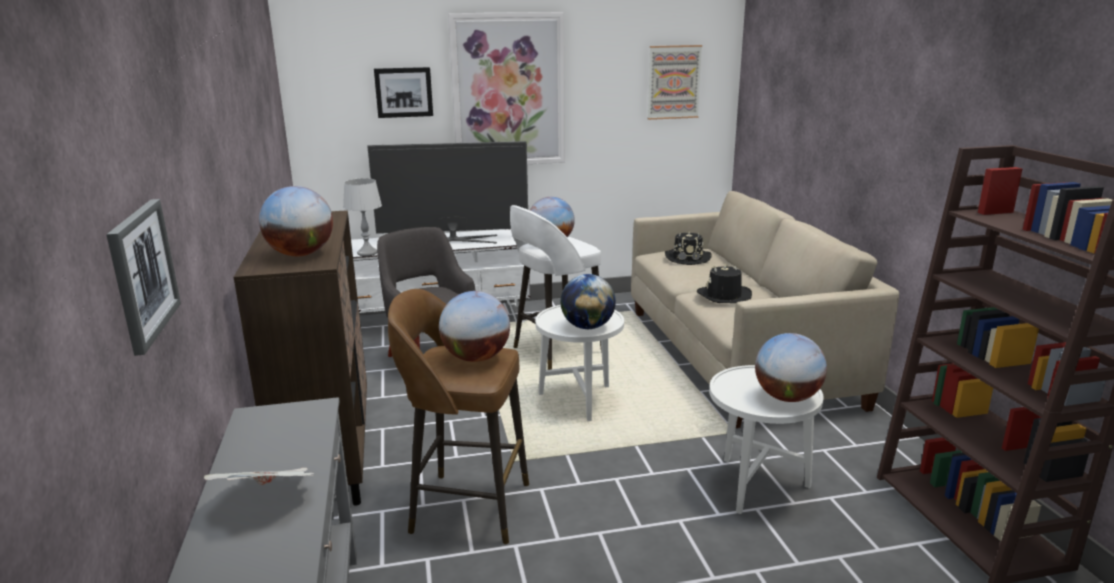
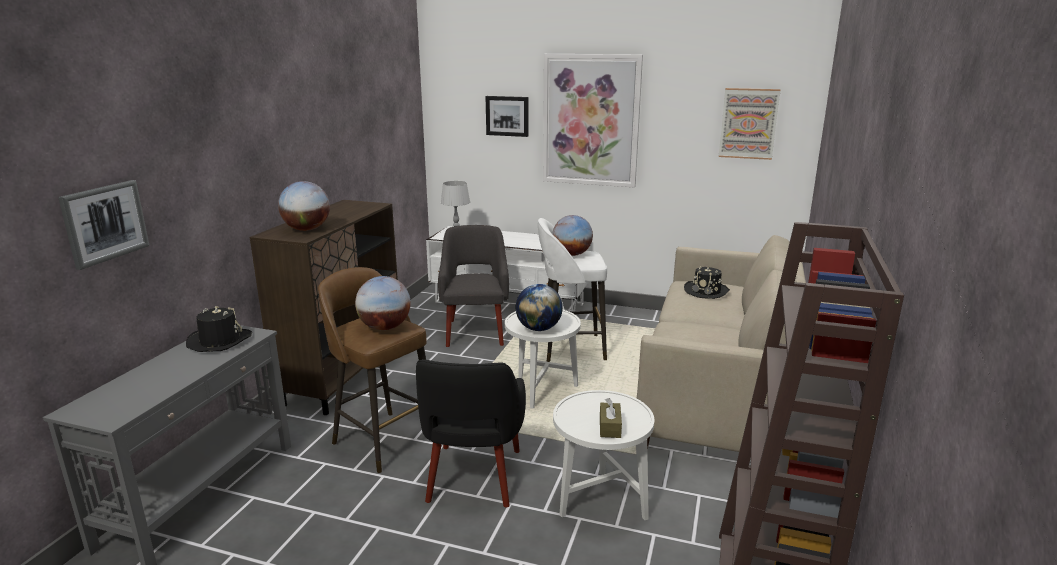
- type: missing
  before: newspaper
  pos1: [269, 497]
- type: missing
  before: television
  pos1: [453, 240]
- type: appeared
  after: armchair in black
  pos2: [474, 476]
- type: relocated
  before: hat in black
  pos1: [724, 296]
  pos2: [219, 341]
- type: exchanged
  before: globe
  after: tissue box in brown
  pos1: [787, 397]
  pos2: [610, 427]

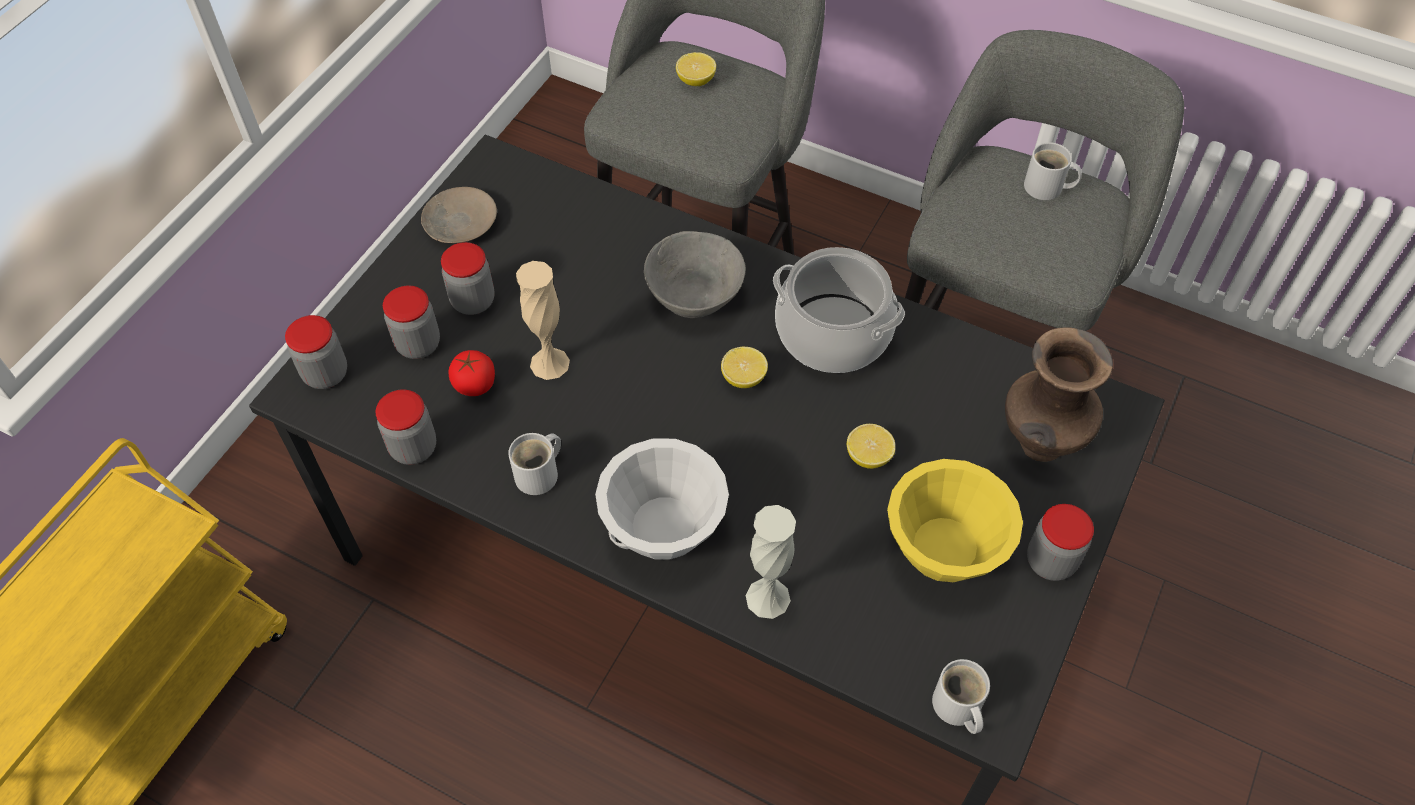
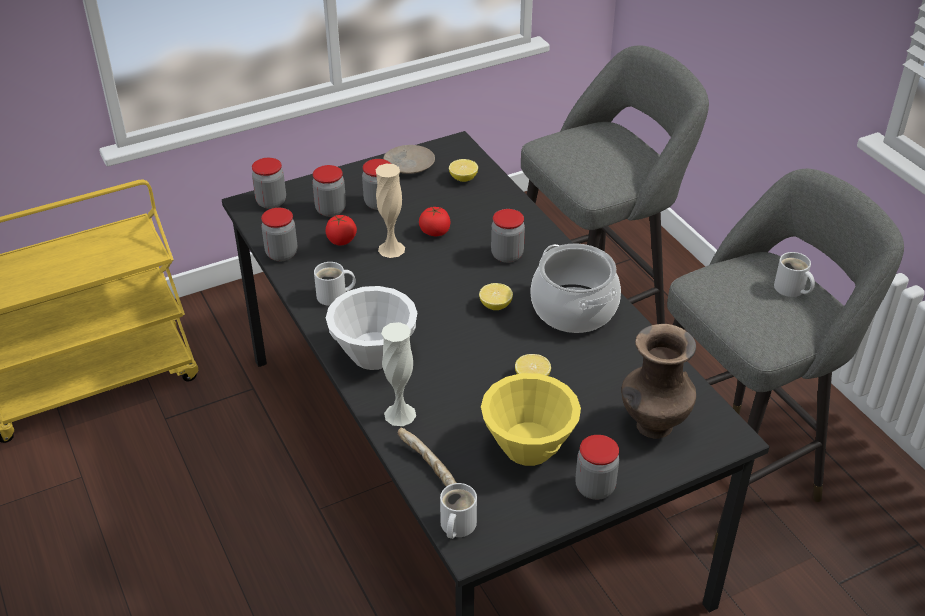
- type: appeared
  after: bread
  pos2: [427, 466]
- type: appeared
  after: tomato
  pos2: [435, 232]
- type: relocated
  before: lemon
  pos1: [696, 80]
  pos2: [463, 178]
- type: exchanged
  before: bowl in grey
  after: jar
  pos1: [695, 297]
  pos2: [507, 255]

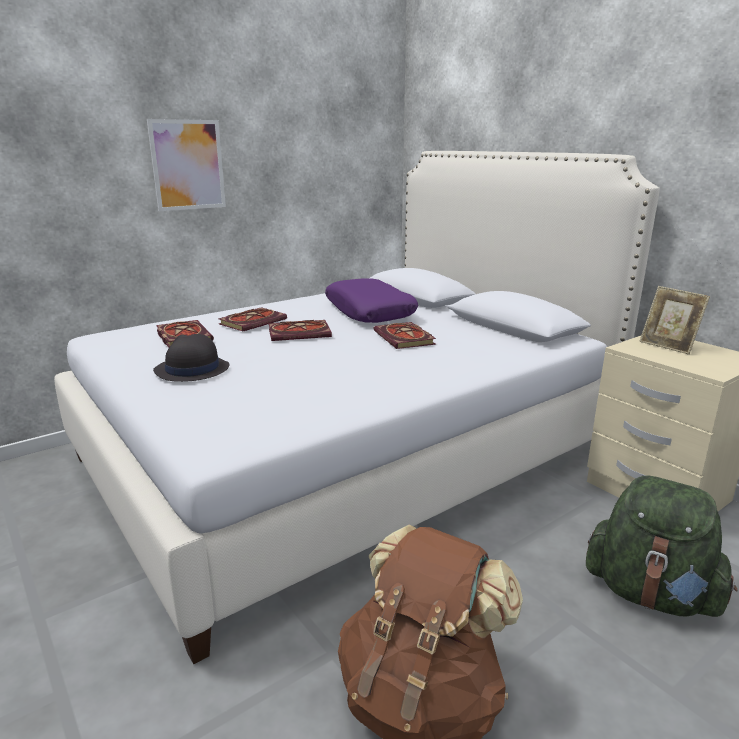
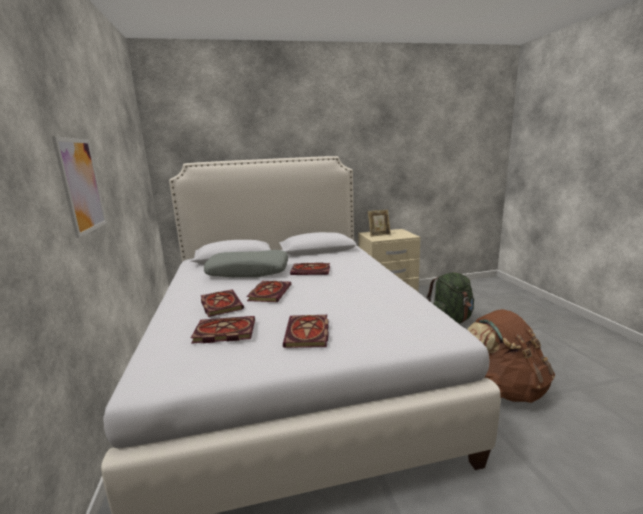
- type: exchanged
  before: hat in black
  after: book
  pos1: [191, 370]
  pos2: [308, 334]
- type: colour
  before: pillow in purple
  after: pillow in grey
  pos1: [370, 312]
  pos2: [248, 272]

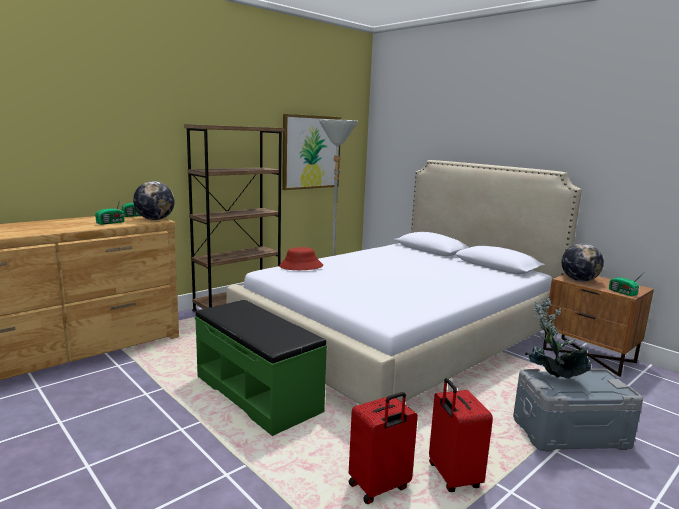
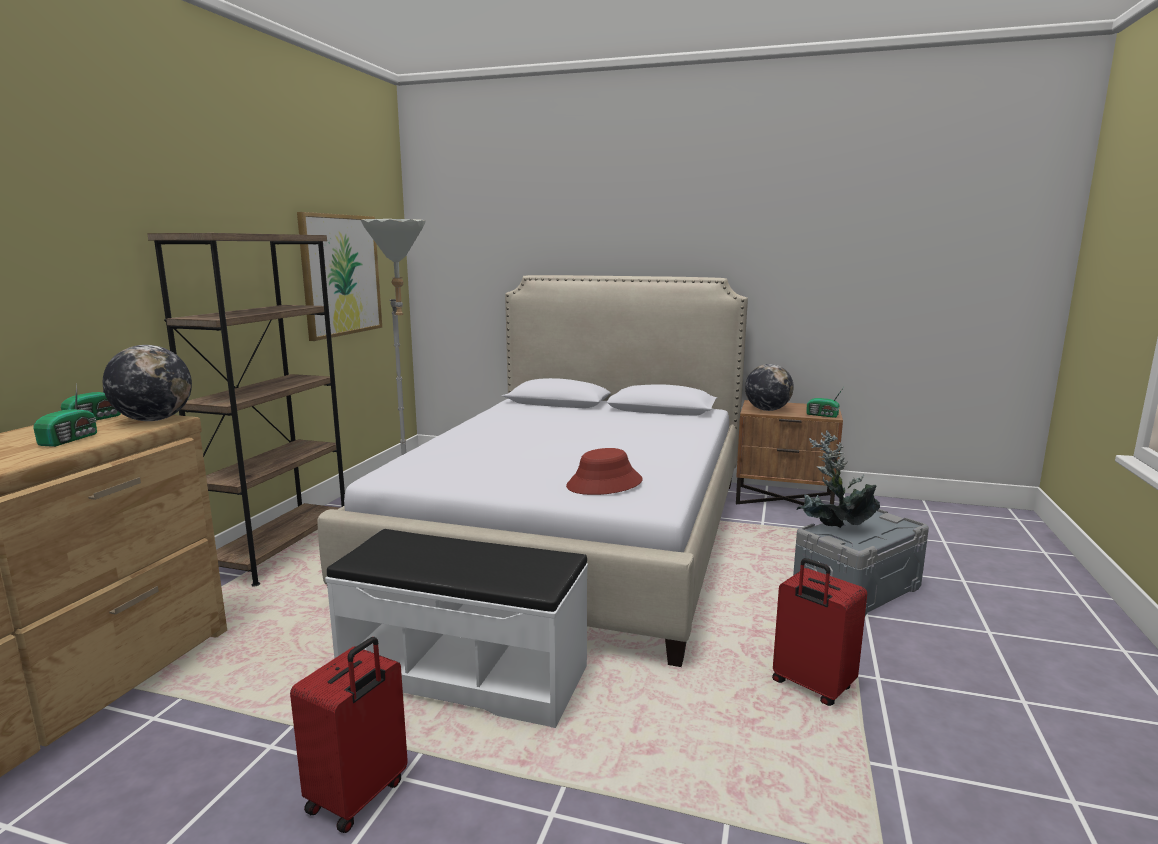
- type: relocated
  before: hat in red
  pos1: [301, 266]
  pos2: [604, 484]
- type: relocated
  before: suitcase in red
  pos1: [379, 487]
  pos2: [358, 797]
- type: colour
  before: bench in green
  after: bench in white
  pos1: [258, 394]
  pos2: [465, 675]

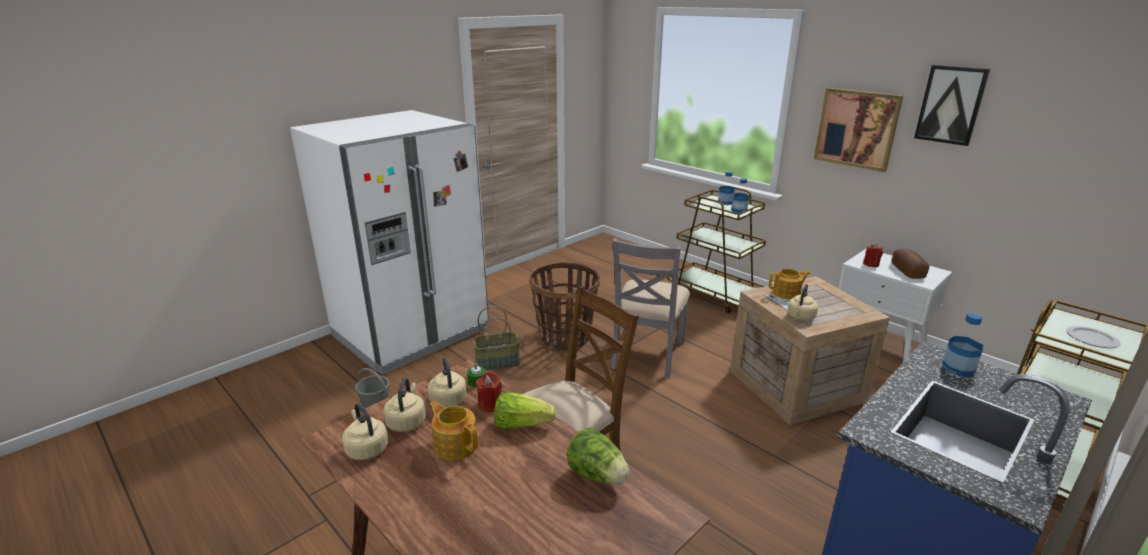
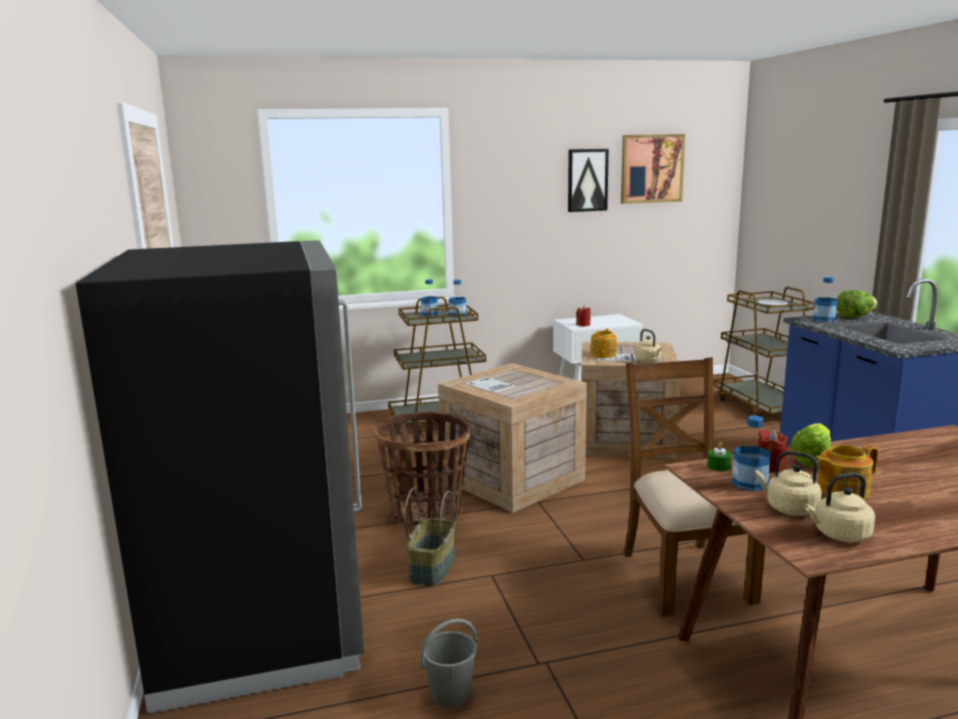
- type: missing
  before: bread
  pos1: [907, 271]
- type: relocated
  before: lettuce
  pos1: [597, 475]
  pos2: [855, 317]
- type: relocated
  before: picture
  pos1: [856, 128]
  pos2: [651, 168]
- type: exchanged
  before: kettle in beige
  after: bottle
  pos1: [448, 399]
  pos2: [749, 484]
- type: exchanged
  before: chair in grey
  after: crate
  pos1: [647, 354]
  pos2: [513, 480]
- type: colour
  before: fridge in white
  after: fridge in black
  pos1: [411, 333]
  pos2: [262, 623]

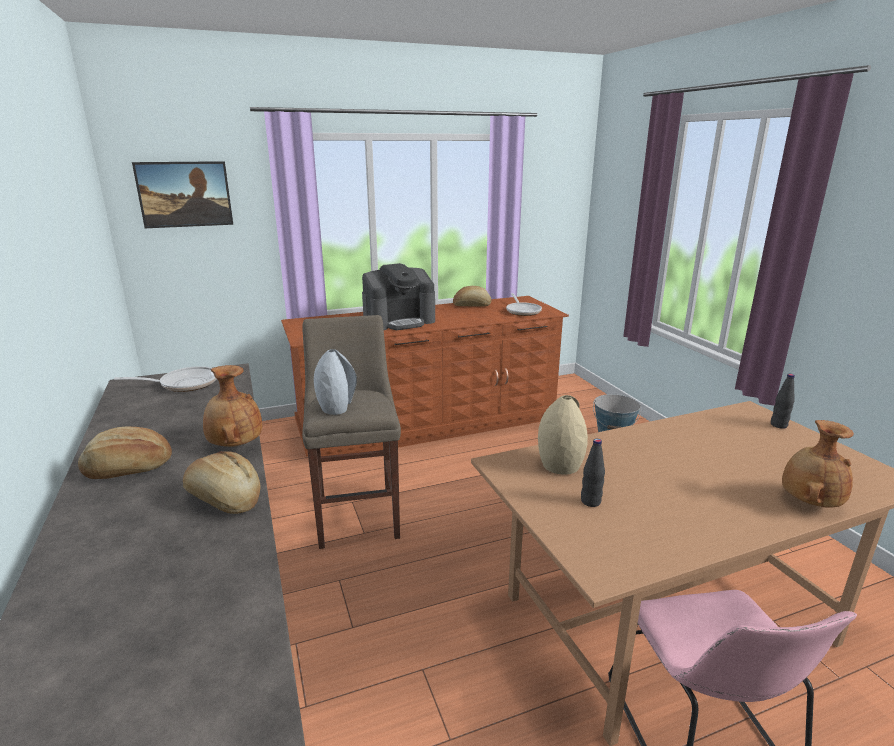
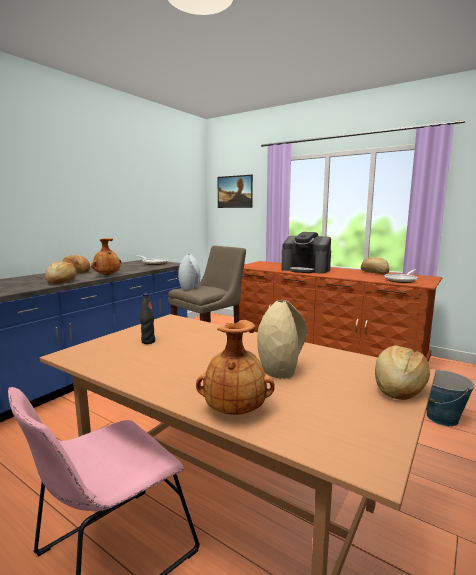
- type: relocated
  before: vase in beige
  pos1: [559, 465]
  pos2: [280, 370]
- type: exchanged
  before: bottle in black
  after: bread
  pos1: [778, 425]
  pos2: [398, 386]

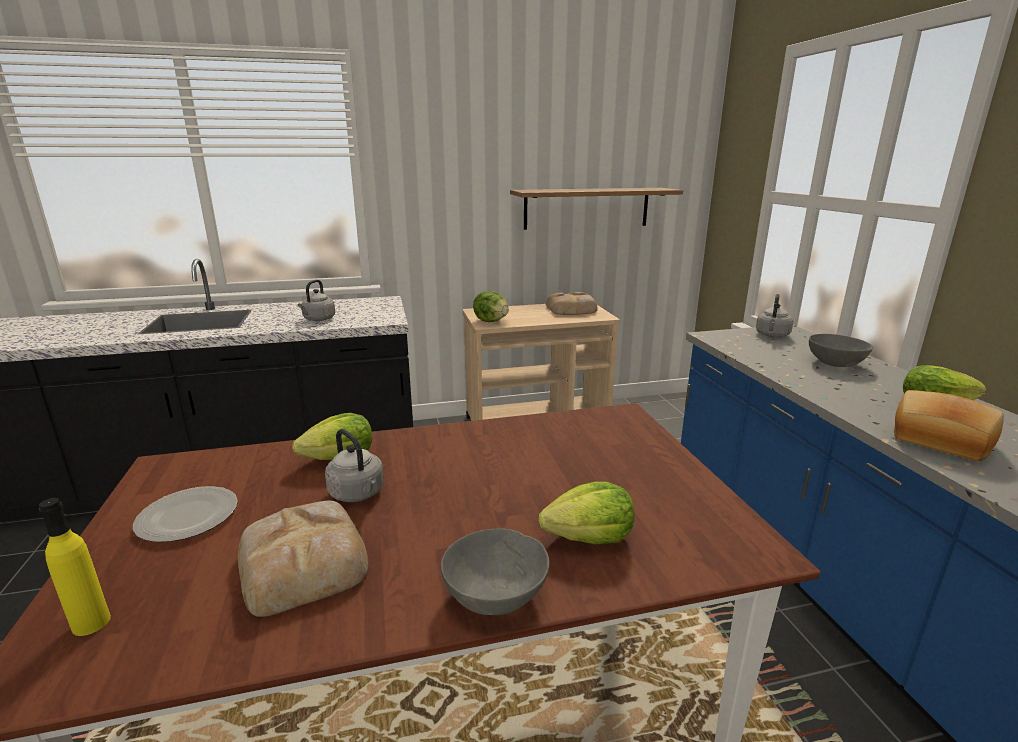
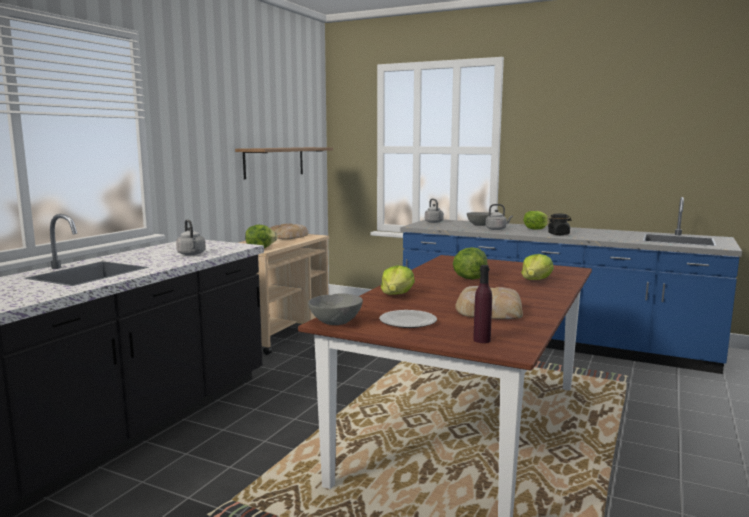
- type: appeared
  after: lettuce
  pos2: [469, 278]
- type: relocated
  before: kettle in grey
  pos1: [358, 494]
  pos2: [497, 229]
- type: relocated
  before: bowl in grey
  pos1: [495, 596]
  pos2: [335, 322]
- type: exchanged
  before: bread
  after: jar in black
  pos1: [939, 441]
  pos2: [559, 234]
- type: colour
  before: bottle in yellow
  after: bottle in purple
  pos1: [91, 623]
  pos2: [481, 340]

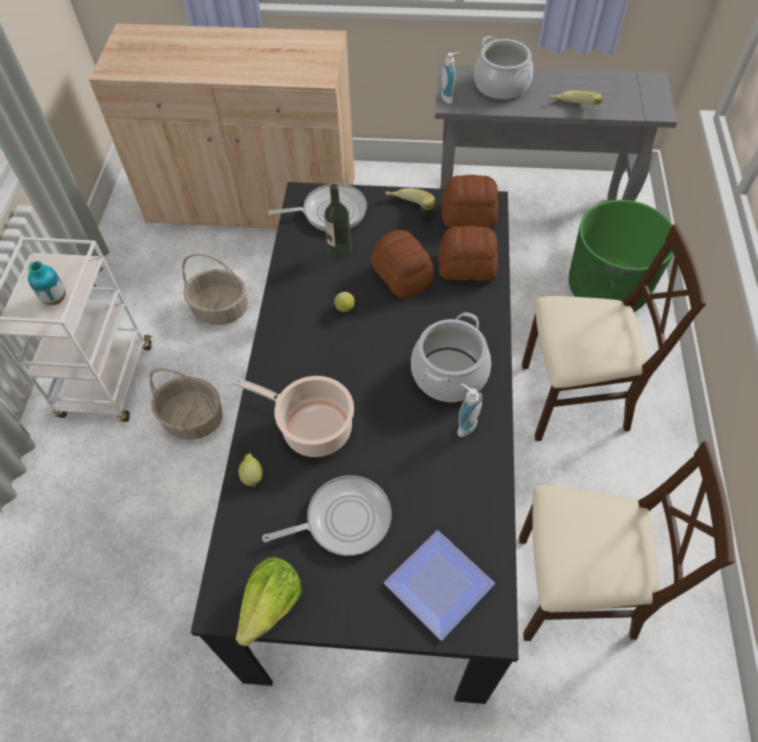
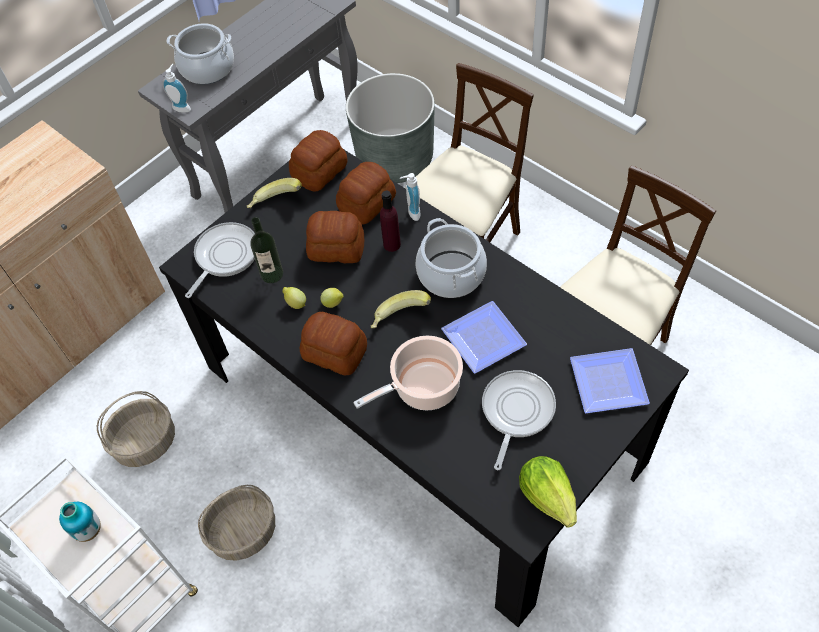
- type: appeared
  after: bread
  pos2: [335, 353]
- type: appeared
  after: bottle in purple
  pos2: [392, 244]
- type: appeared
  after: plate
  pos2: [480, 338]
- type: relocated
  before: lemon
  pos1: [252, 476]
  pos2: [295, 303]
- type: relocated
  before: soap dispenser
  pos1: [464, 425]
  pos2: [411, 213]
- type: relocated
  before: banana
  pos1: [572, 110]
  pos2: [400, 320]
- type: colour
  before: planter in green
  after: planter in grey
  pos1: [607, 289]
  pos2: [395, 159]

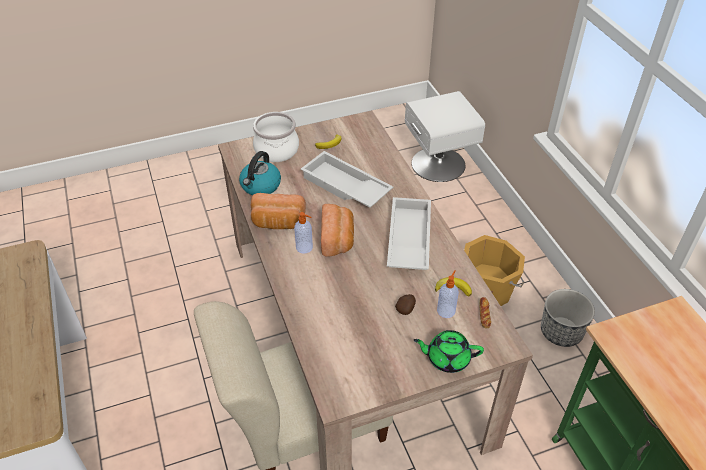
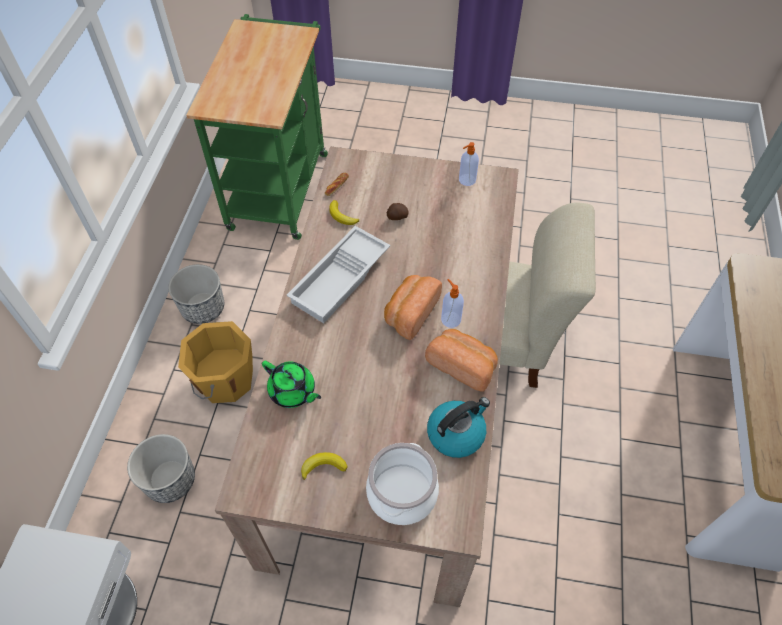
- type: missing
  before: tray in white
  pos1: [344, 187]
- type: appeared
  after: planter
  pos2: [170, 480]
- type: relocated
  before: teapot in green
  pos1: [447, 358]
  pos2: [293, 391]
- type: relocated
  before: soap dispenser
  pos1: [446, 310]
  pos2: [466, 180]

